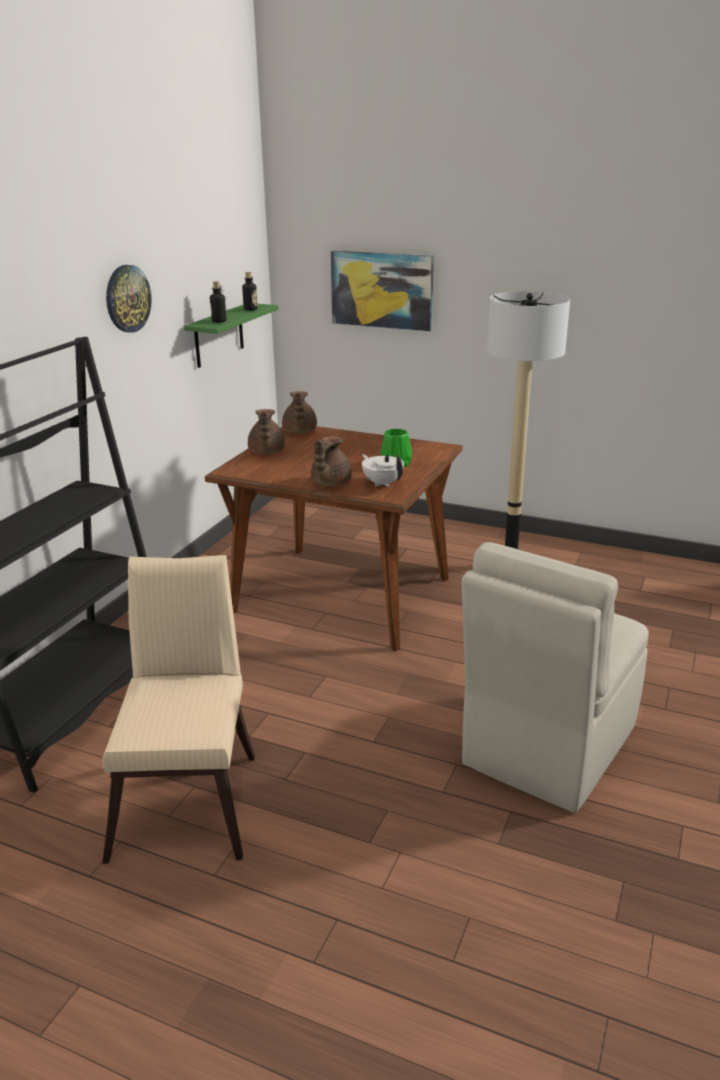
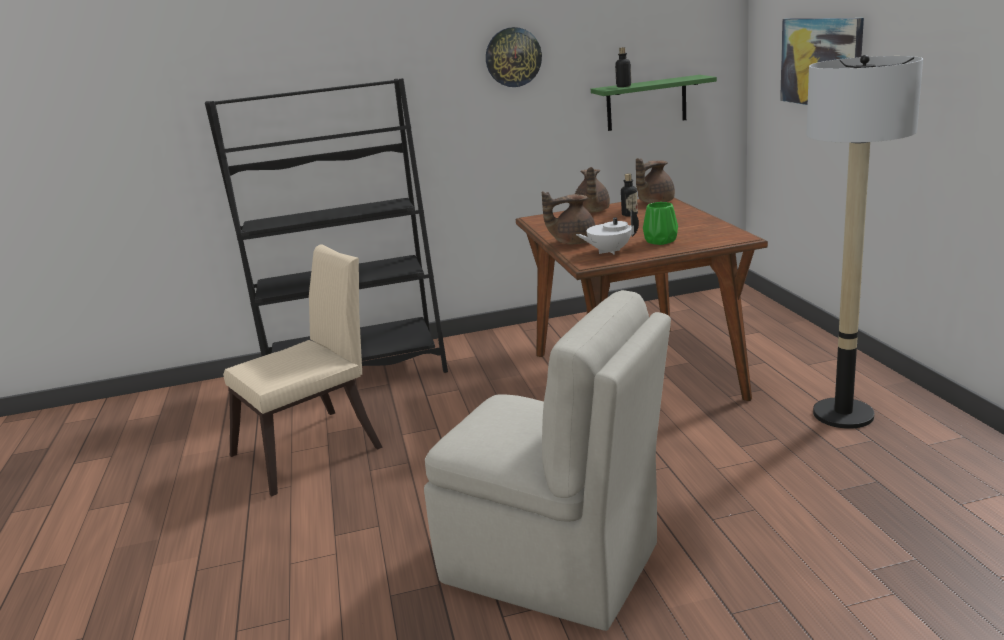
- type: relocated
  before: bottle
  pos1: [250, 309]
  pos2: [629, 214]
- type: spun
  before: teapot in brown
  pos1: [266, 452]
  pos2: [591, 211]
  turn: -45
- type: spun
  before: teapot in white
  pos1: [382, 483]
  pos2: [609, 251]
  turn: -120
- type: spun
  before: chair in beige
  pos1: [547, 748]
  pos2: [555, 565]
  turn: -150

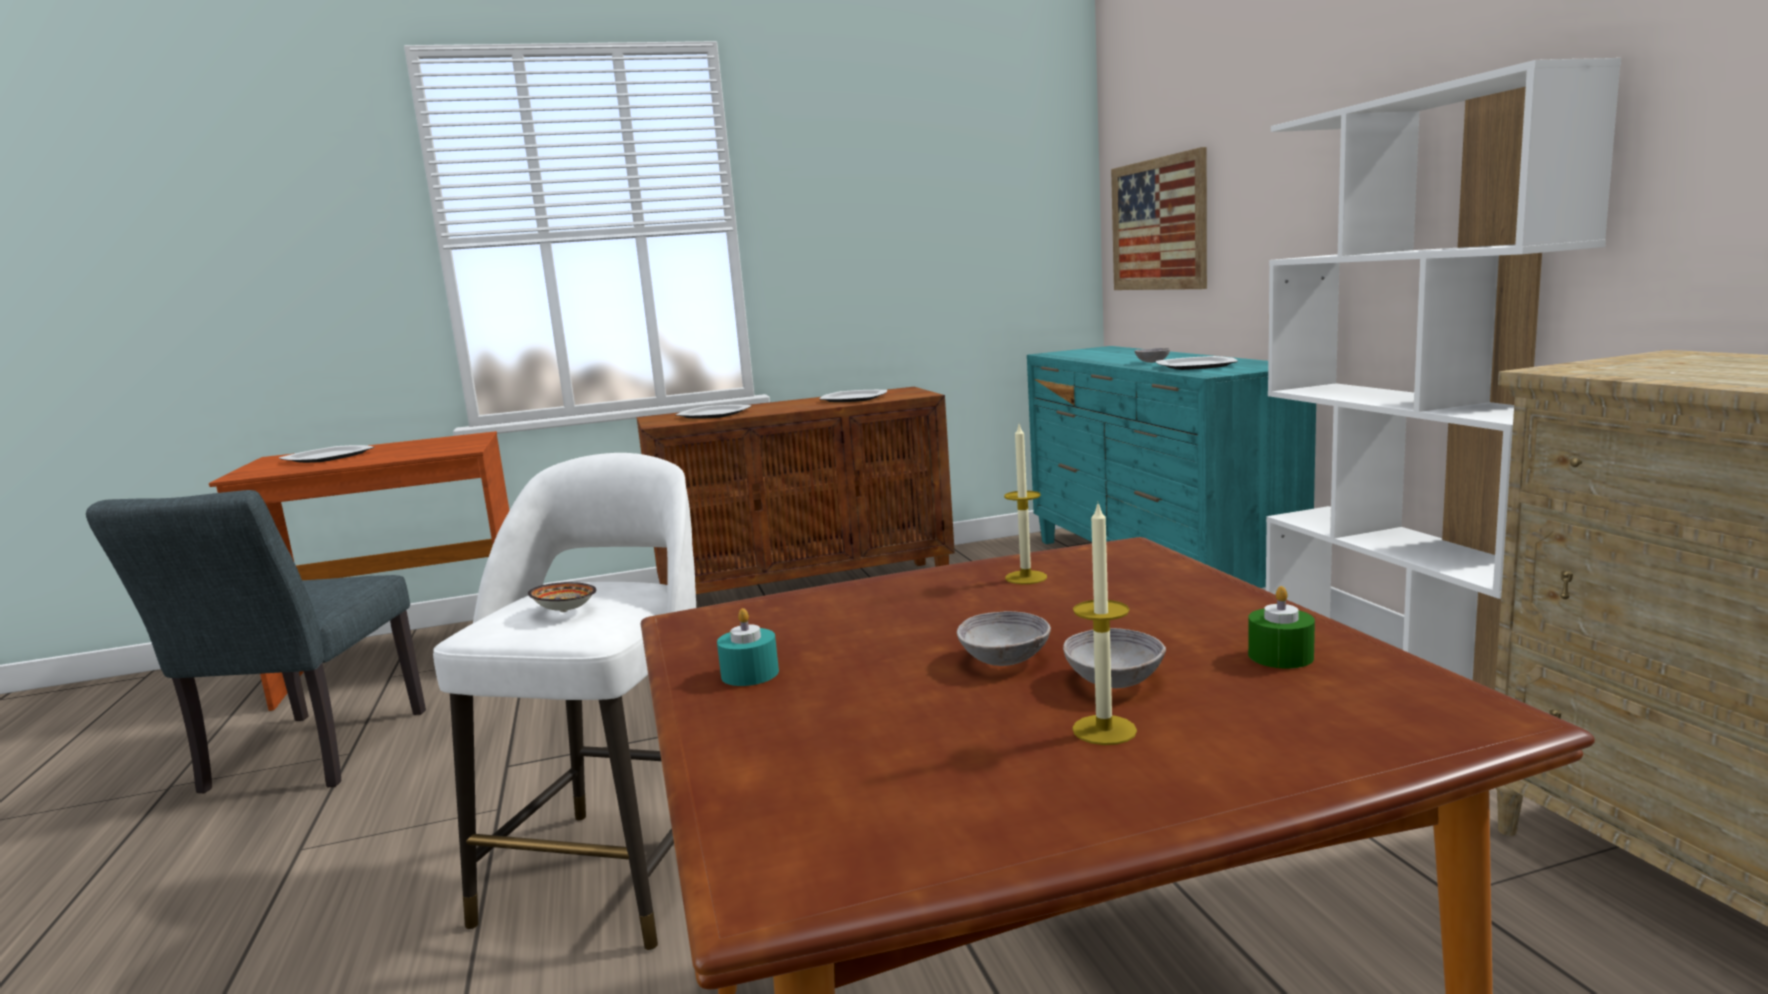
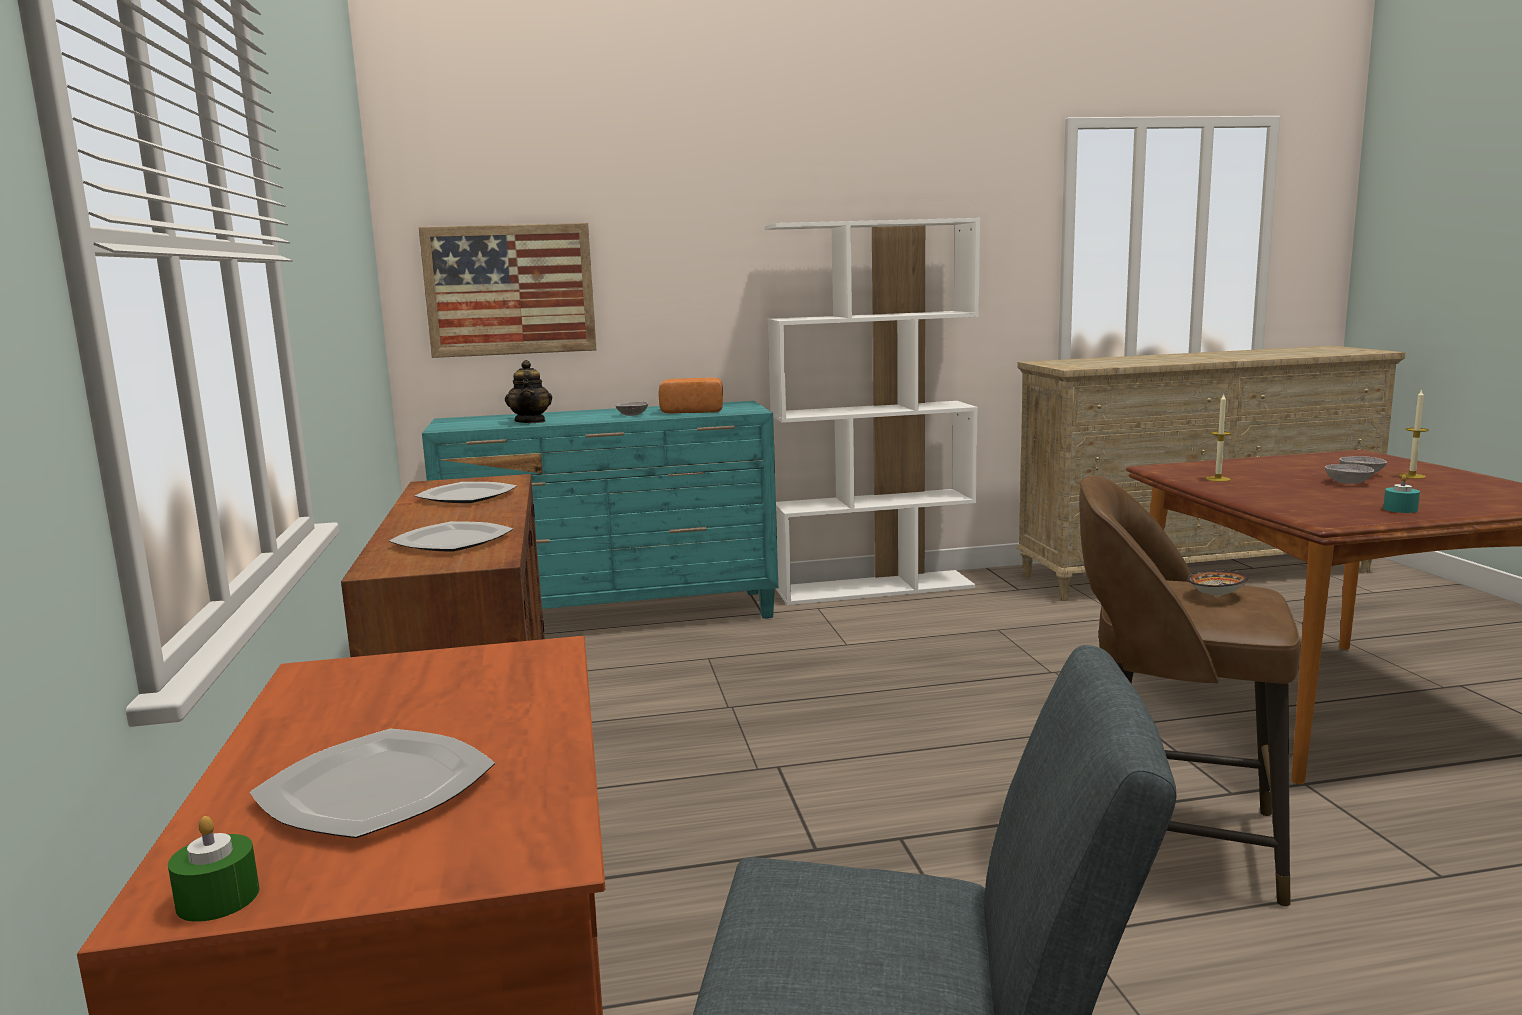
- type: appeared
  after: teapot
  pos2: [531, 421]
- type: relocated
  before: candle in green
  pos1: [1280, 656]
  pos2: [218, 898]
- type: exchanged
  before: plate
  after: bread
  pos1: [1195, 366]
  pos2: [693, 411]
- type: colour
  before: stool in white
  after: stool in brown
  pos1: [617, 870]
  pos2: [1172, 841]

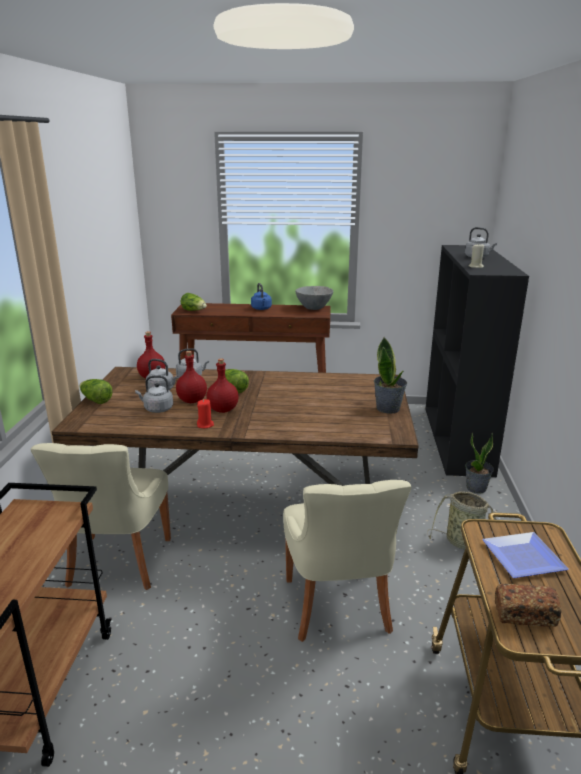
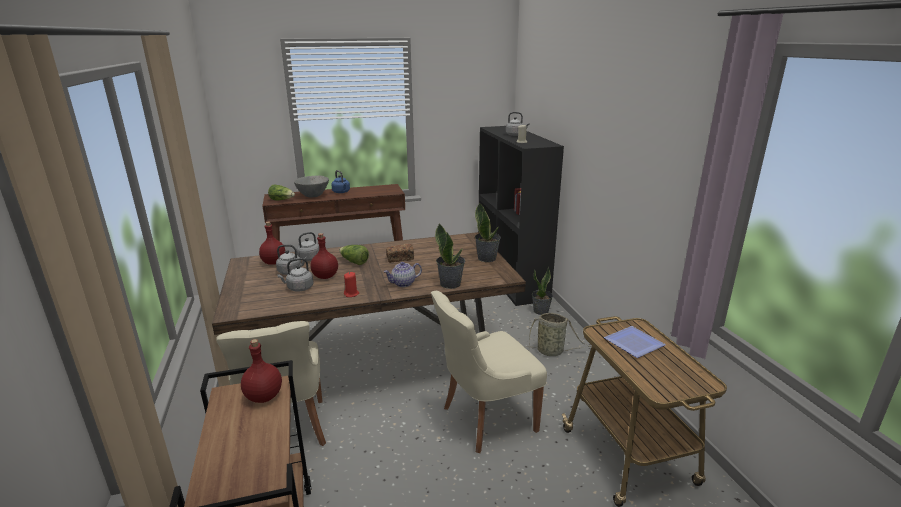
- type: missing
  before: lettuce
  pos1: [96, 400]
- type: appeared
  after: teapot
  pos2: [403, 283]
- type: appeared
  after: potted plant
  pos2: [450, 284]
- type: relocated
  before: bottle in red
  pos1: [223, 409]
  pos2: [264, 396]
- type: relocated
  before: bowl in grey
  pos1: [314, 308]
  pos2: [313, 196]
- type: relocated
  before: bread
  pos1: [524, 615]
  pos2: [400, 259]
- type: spun
  before: chair in beige
  pos1: [338, 608]
  pos2: [485, 419]
  turn: 90

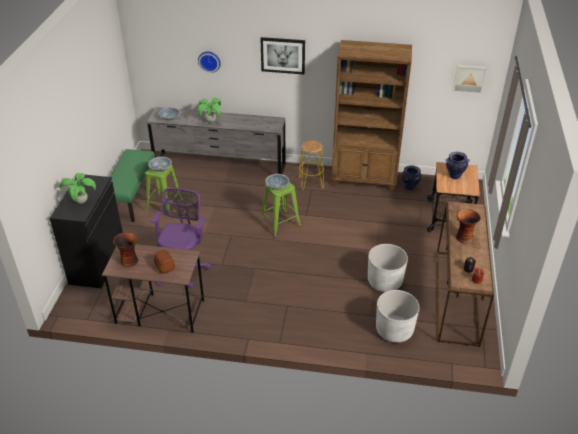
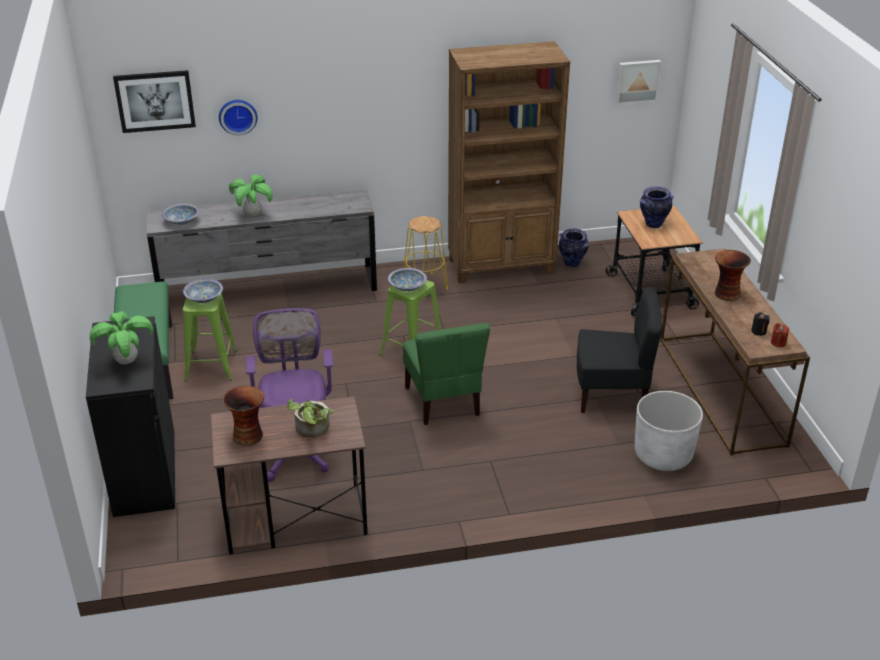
- type: appeared
  after: chair in green
  pos2: [443, 401]
- type: relocated
  before: picture
  pos1: [283, 55]
  pos2: [155, 101]
- type: exchanged
  before: bread
  after: potted plant
  pos1: [164, 266]
  pos2: [312, 430]
- type: exchanged
  before: planter in white
  after: chair in black
  pos1: [384, 281]
  pos2: [611, 394]

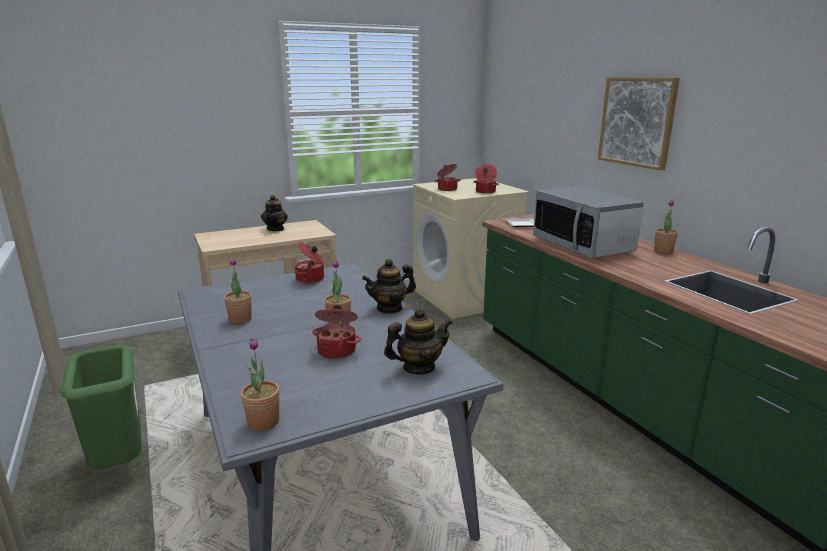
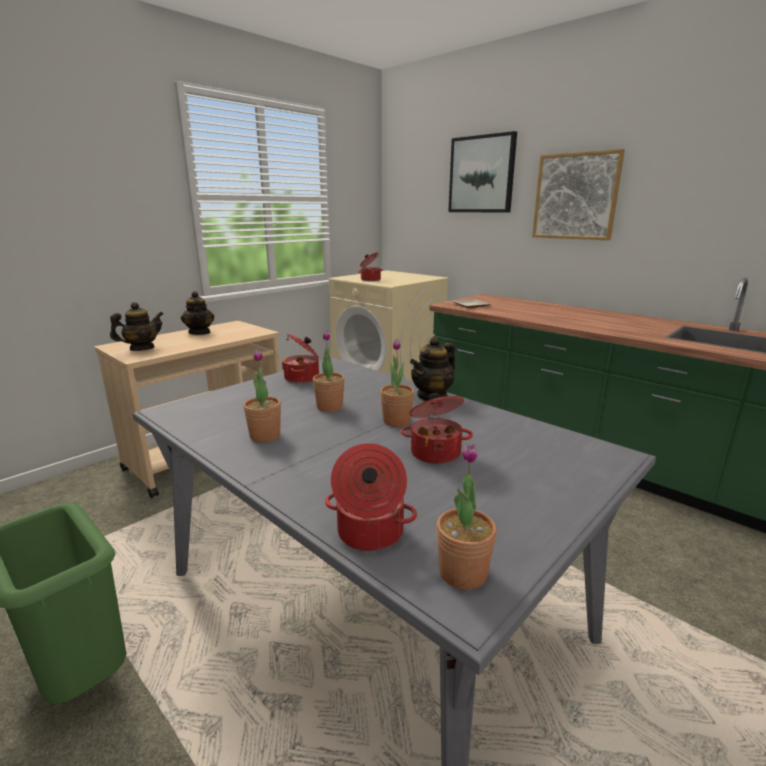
- type: missing
  before: microwave
  pos1: [582, 245]
- type: appeared
  after: picture
  pos2: [482, 174]
- type: relocated
  before: teapot
  pos1: [418, 368]
  pos2: [142, 348]
- type: relocated
  before: cooking pot
  pos1: [485, 192]
  pos2: [369, 533]
- type: relocated
  before: potted plant
  pos1: [663, 251]
  pos2: [329, 406]

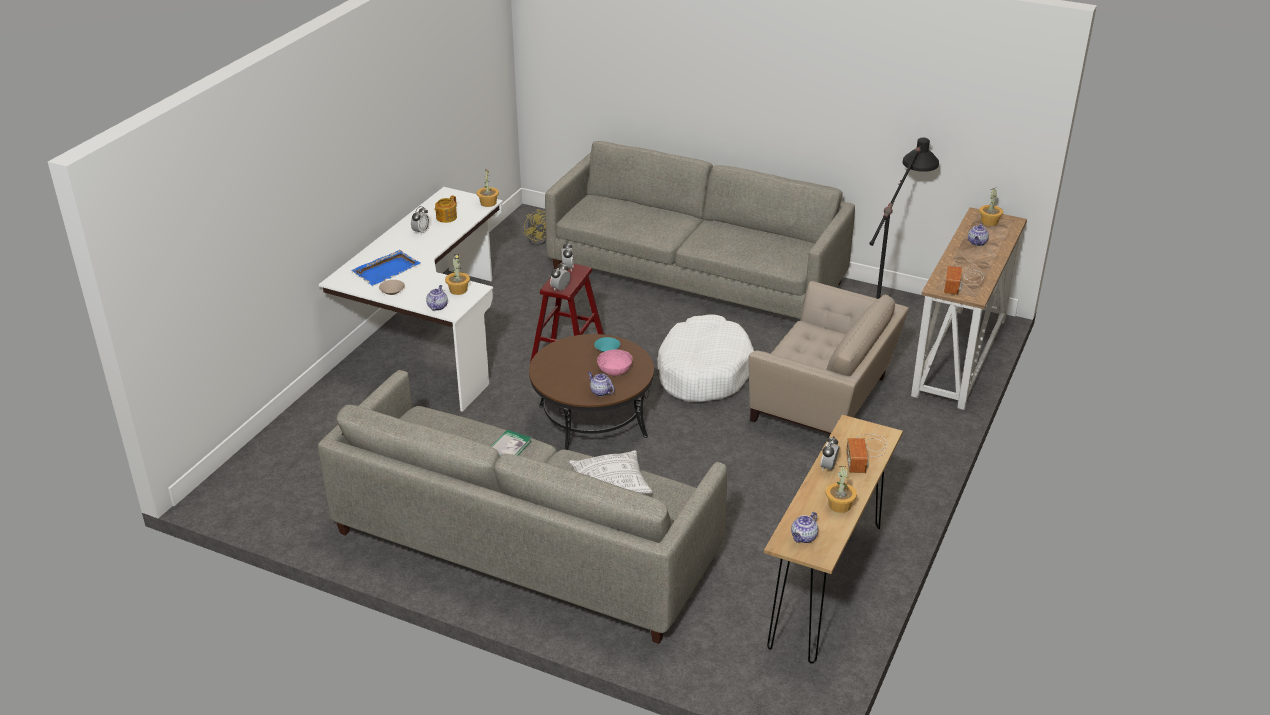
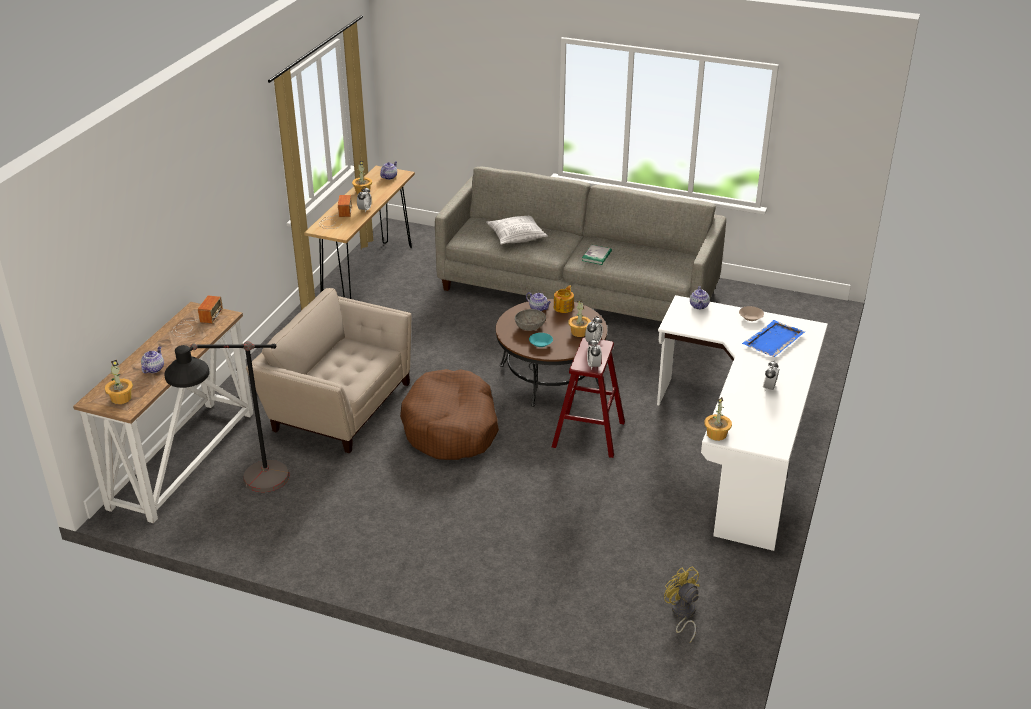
- type: missing
  before: sofa in grey
  pos1: [696, 276]
- type: relocated
  before: teapot
  pos1: [446, 218]
  pos2: [564, 307]
- type: relocated
  before: potted plant
  pos1: [458, 290]
  pos2: [579, 332]
- type: colour
  before: bowl in pink
  after: bowl in grey
  pos1: [614, 370]
  pos2: [530, 326]
- type: colour
  before: dog bed in white
  after: dog bed in brown
  pos1: [703, 372]
  pos2: [451, 428]

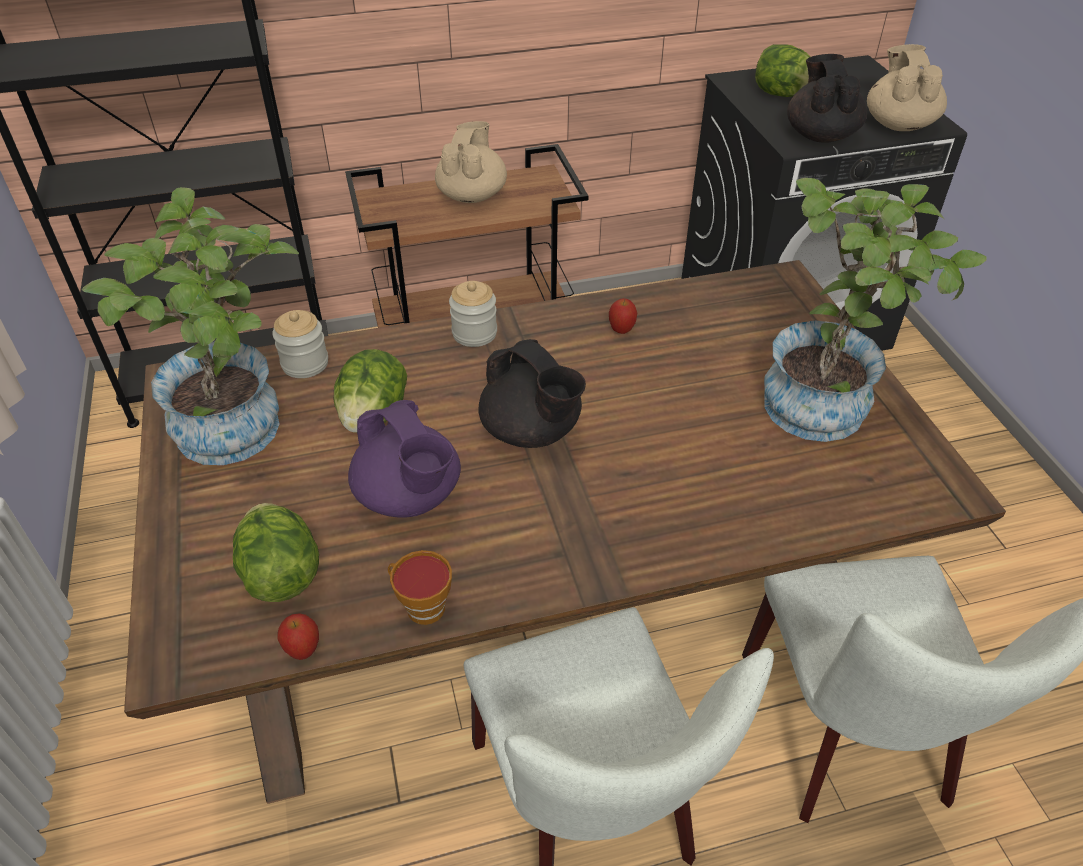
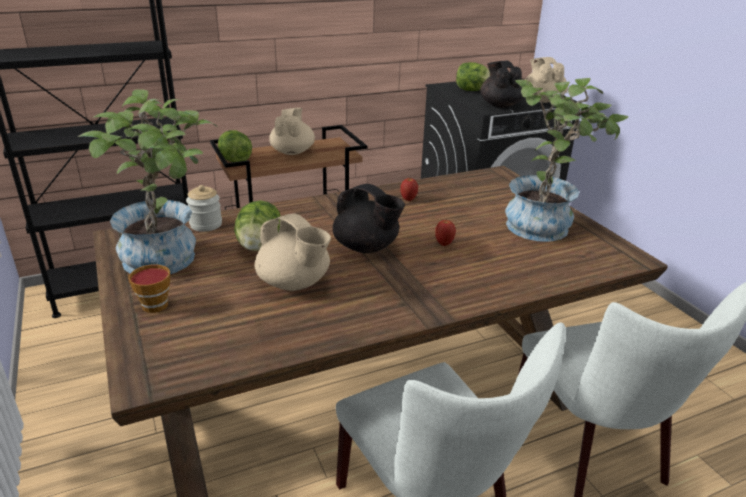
- type: missing
  before: jar
  pos1: [474, 333]
- type: relocated
  before: lettuce
  pos1: [281, 574]
  pos2: [235, 160]
- type: relocated
  before: apple
  pos1: [303, 650]
  pos2: [444, 244]
- type: relocated
  before: cup
  pos1: [421, 606]
  pos2: [152, 305]
- type: colour
  before: teapot in purple
  after: teapot in beige
  pos1: [409, 496]
  pos2: [294, 283]

